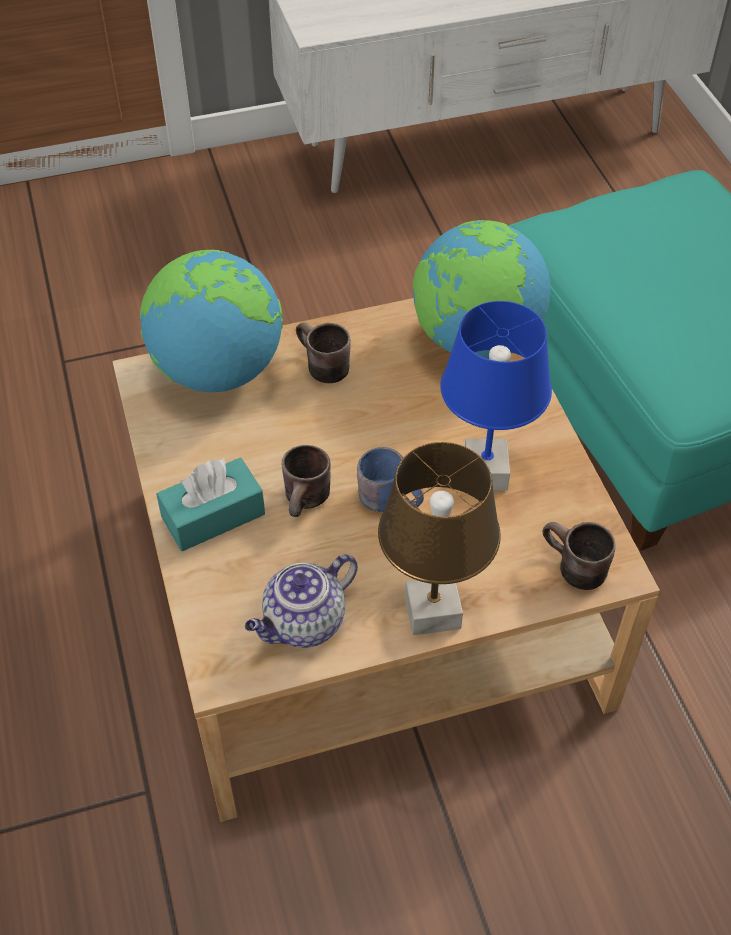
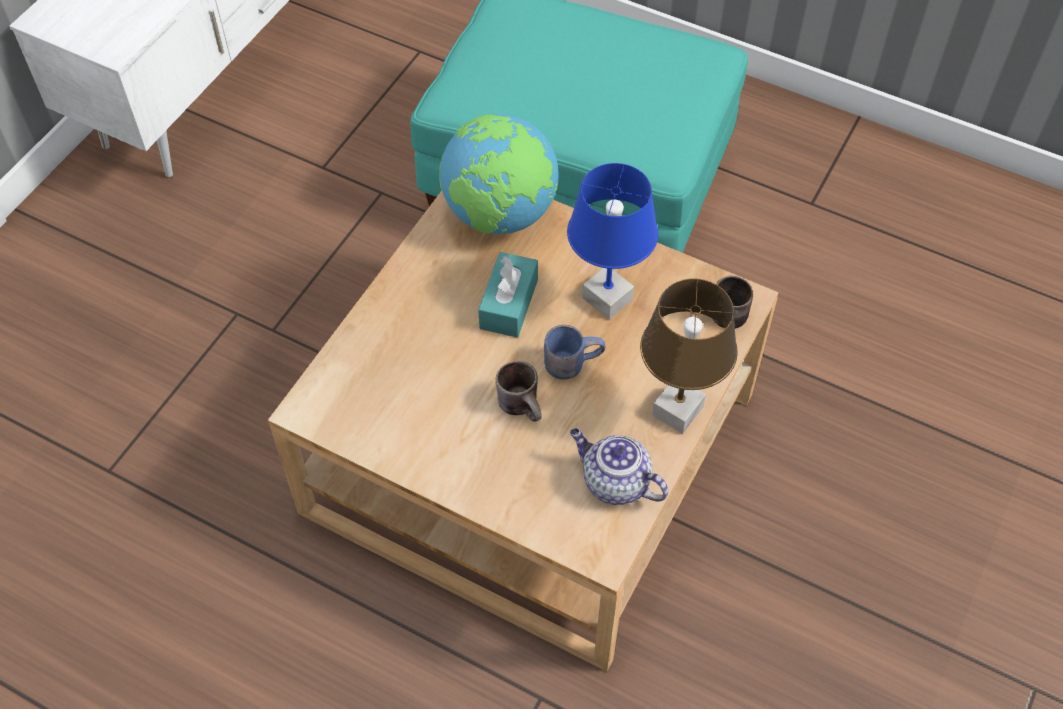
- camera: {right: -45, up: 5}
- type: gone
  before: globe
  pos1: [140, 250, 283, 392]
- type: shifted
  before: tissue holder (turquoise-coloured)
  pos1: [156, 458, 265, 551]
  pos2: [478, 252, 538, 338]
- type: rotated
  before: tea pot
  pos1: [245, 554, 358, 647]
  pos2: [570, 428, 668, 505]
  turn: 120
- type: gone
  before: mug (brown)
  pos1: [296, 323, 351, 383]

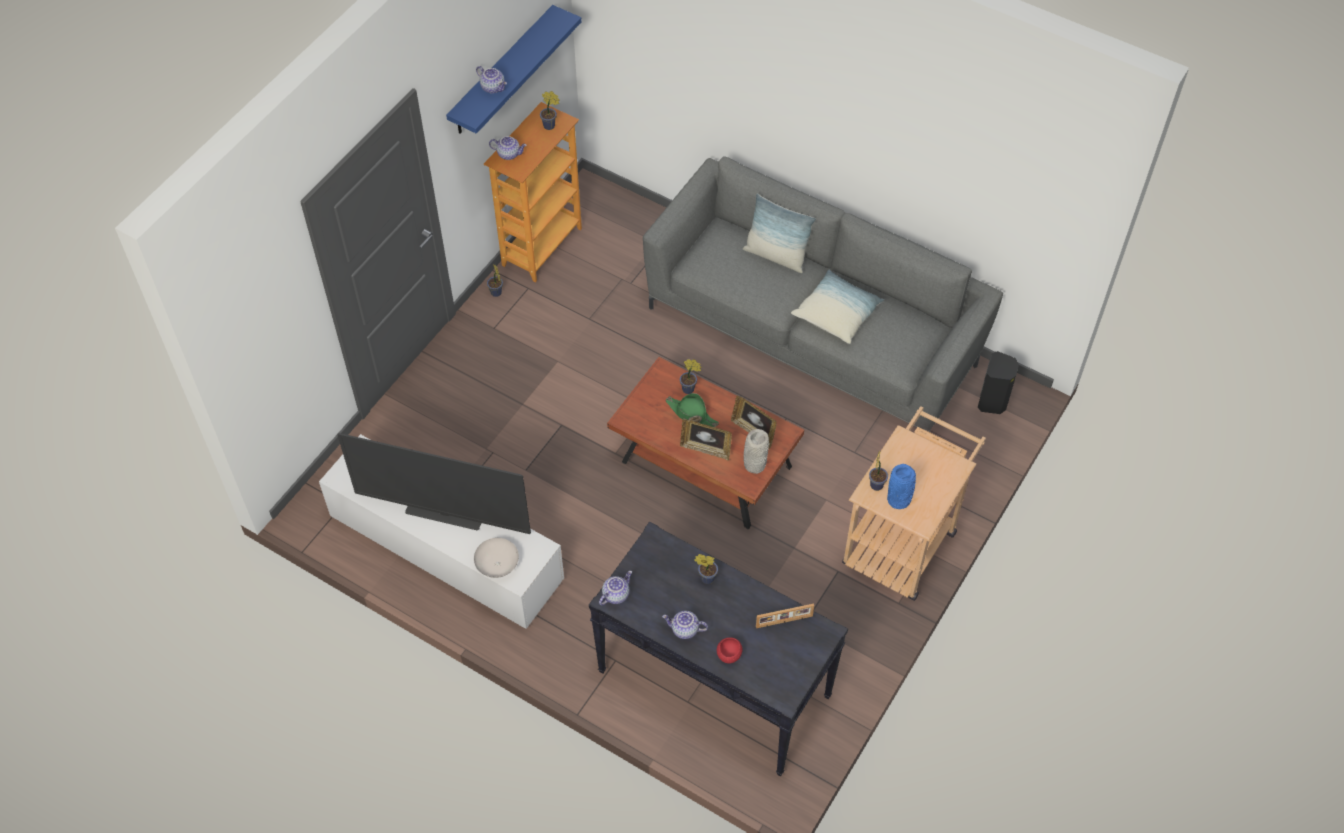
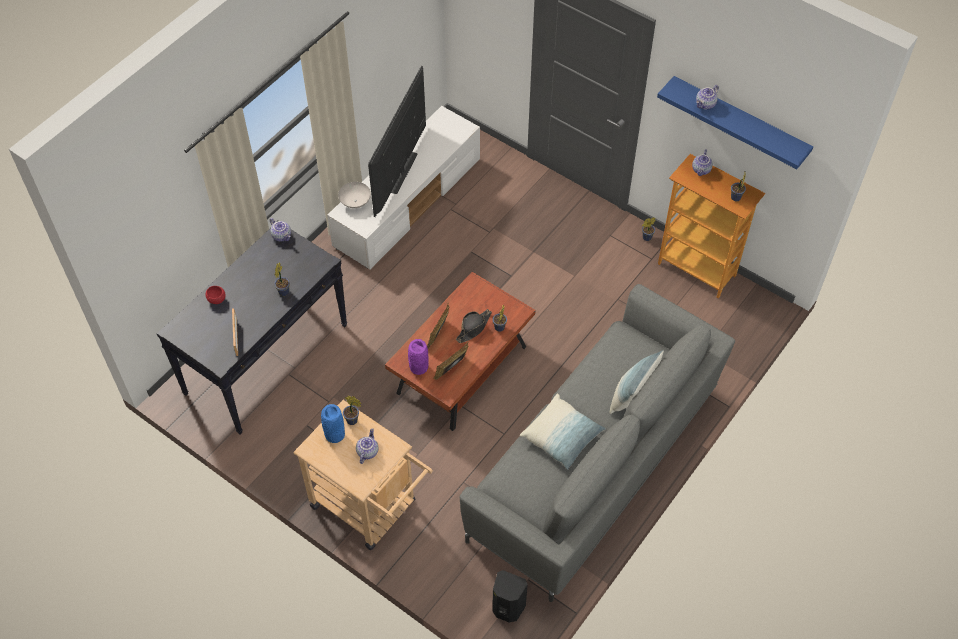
- camera: {right: 95, up: 0}
- type: shifted
  before: tea pot
  pos1: [662, 611, 708, 639]
  pos2: [356, 428, 378, 464]
- type: repainted
  before: clothing hat (green-coloured)
  after: clothing hat (blackish)
  pos1: [665, 393, 719, 427]
  pos2: [456, 309, 492, 343]
- type: repainted
  before: decorative vase (greyish)
  after: decorative vase (purplish)
  pos1: [743, 429, 769, 474]
  pos2: [408, 339, 429, 375]

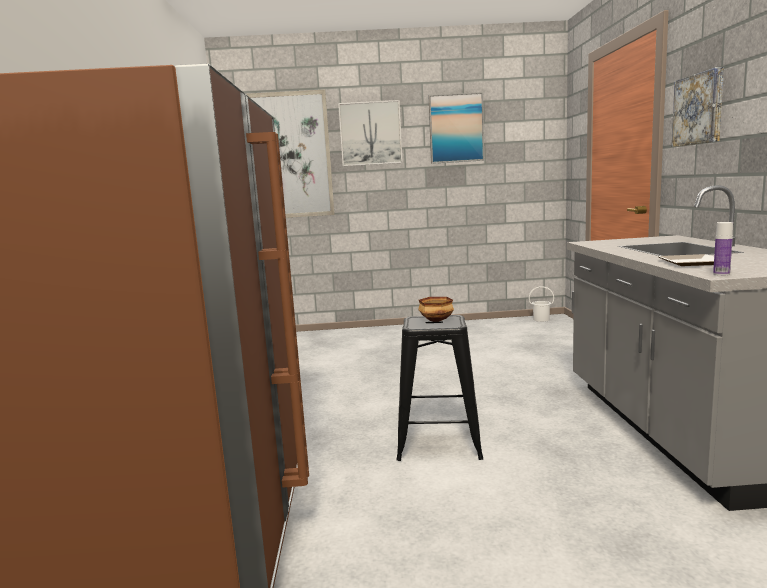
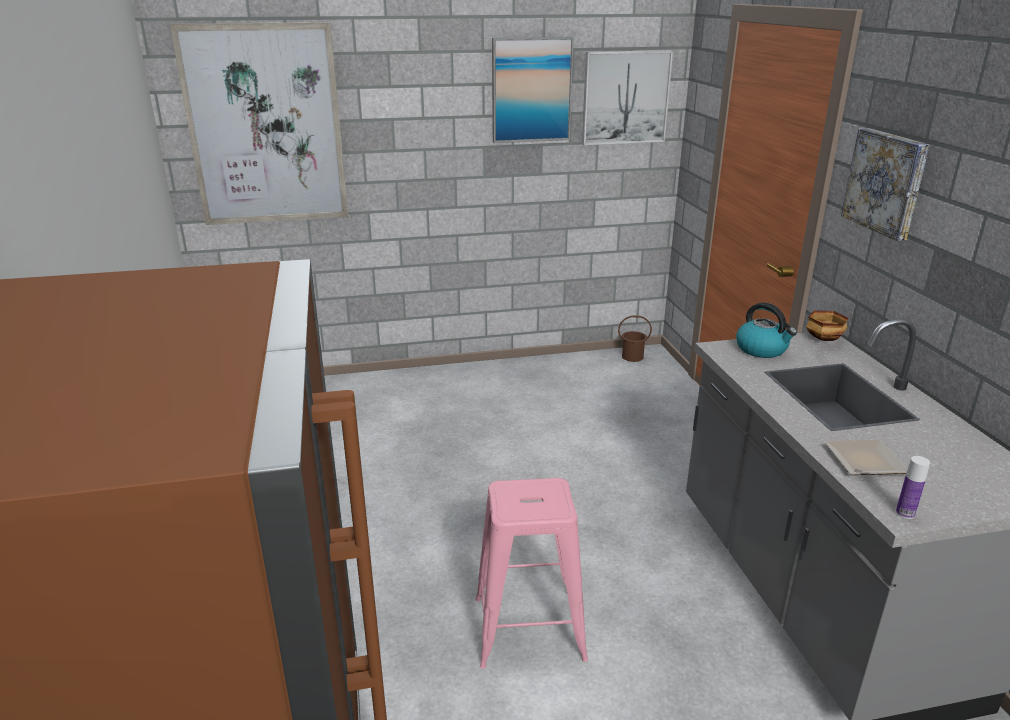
- camera: {right: -10, up: 15}
- type: shifted
  before: picture
  pos1: [338, 100, 403, 166]
  pos2: [582, 50, 673, 145]
- type: repainted
  before: stool seat (blackish)
  after: stool seat (pink-coloured)
  pos1: [396, 315, 483, 461]
  pos2: [475, 478, 588, 669]
- type: shifted
  before: deep dish
  pos1: [418, 297, 454, 322]
  pos2: [806, 310, 849, 341]
- type: repainted
  before: pail (white)
  after: pail (brown)
  pos1: [529, 286, 554, 322]
  pos2: [618, 315, 652, 362]
- type: new
  after: tea kettle
  pos2: [736, 303, 797, 358]

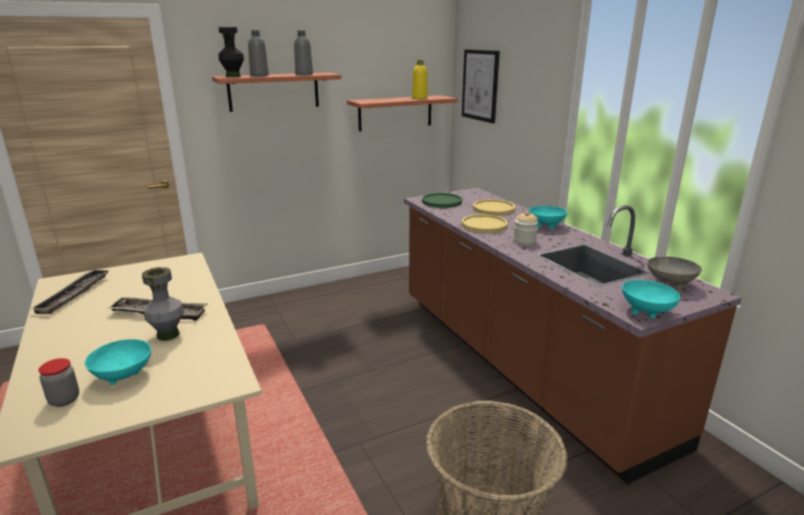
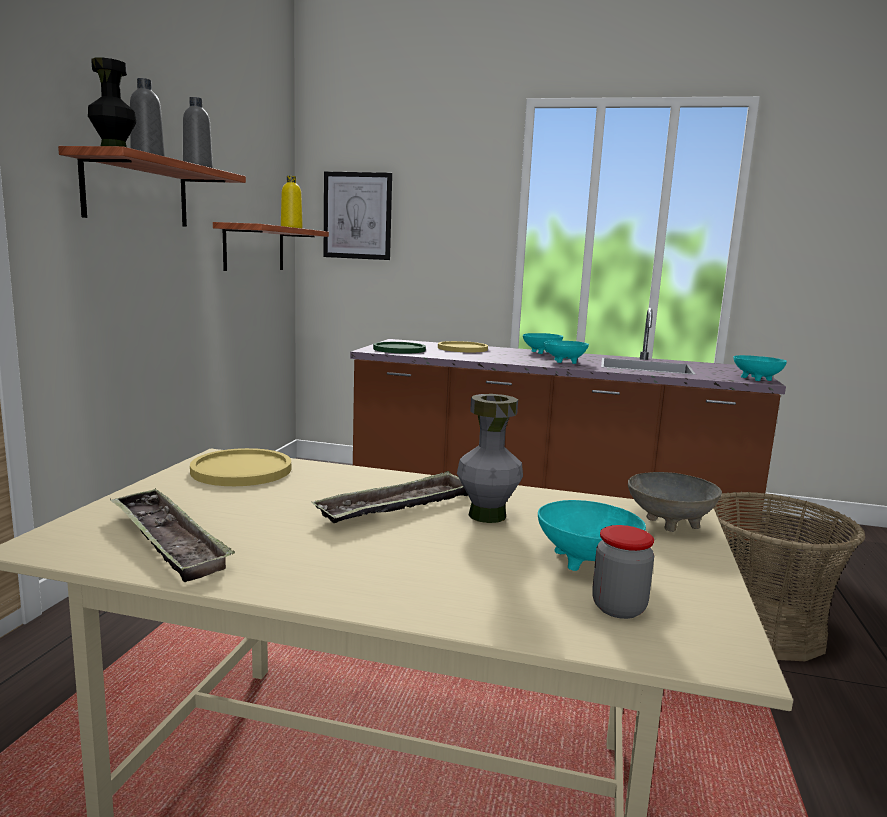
- camera: {right: -50, up: -10}
- type: shifted
  before: flat dish (yellow-coloured)
  pos1: [461, 214, 508, 233]
  pos2: [190, 448, 291, 486]
- type: swapped
  before: storage jar
  after: deep dish (turquoise-coloured)
  pos1: [513, 211, 539, 245]
  pos2: [544, 340, 589, 364]
- type: shifted
  before: deep dish (greyish)
  pos1: [647, 256, 702, 290]
  pos2: [628, 472, 722, 532]

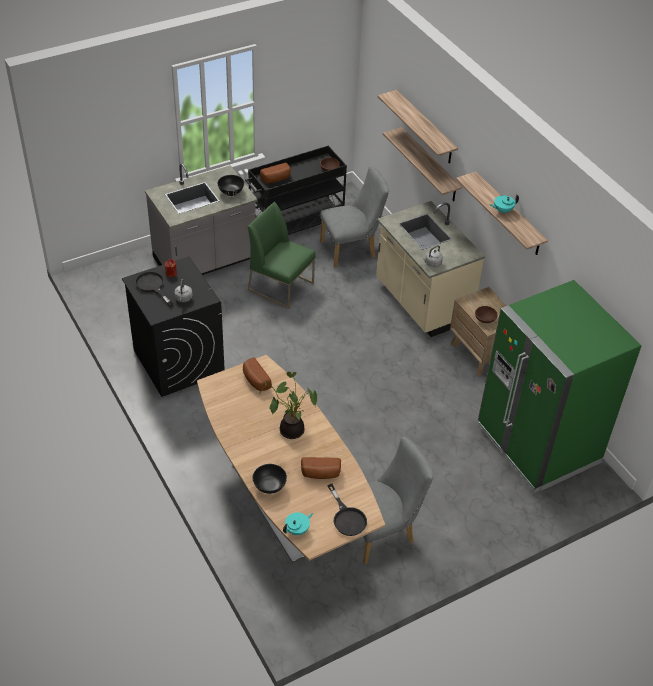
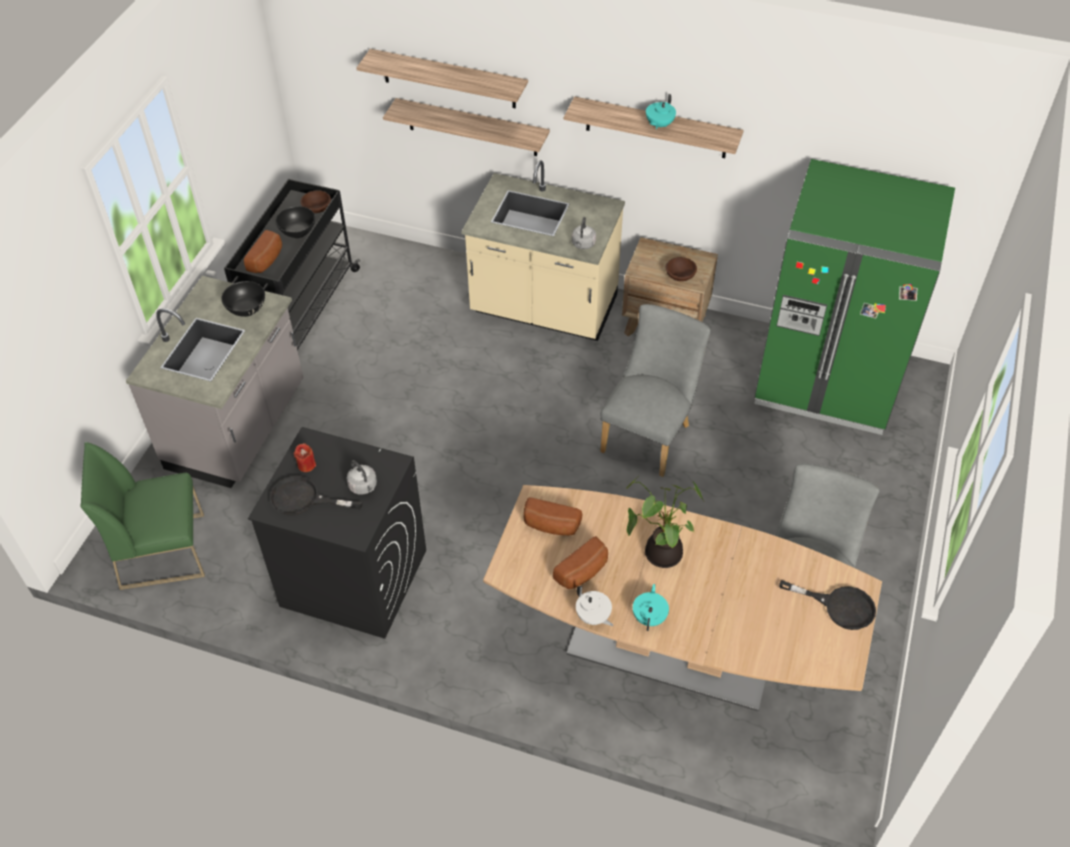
- camera: {right: -40, up: 5}
- type: shifted
  before: chair (green-coloured)
  pos1: [248, 202, 316, 309]
  pos2: [80, 442, 205, 590]
- type: shifted
  before: deep dish (blackish)
  pos1: [253, 464, 287, 494]
  pos2: [276, 206, 315, 238]
- type: shifted
  before: tea pot (turquoise-coloured)
  pos1: [283, 512, 313, 535]
  pos2: [633, 584, 669, 631]
- type: shifted
  before: bread
  pos1: [301, 457, 341, 479]
  pos2: [553, 536, 608, 589]
- type: shifted
  before: chair (greyish)
  pos1: [320, 166, 389, 268]
  pos2: [600, 304, 710, 477]
- type: new
  after: tea pot (white)
  pos2: [576, 586, 613, 626]

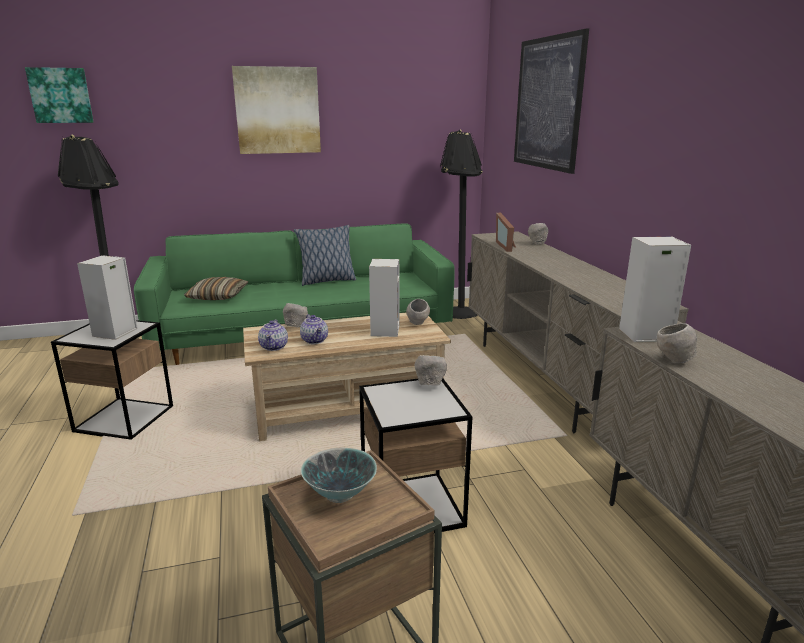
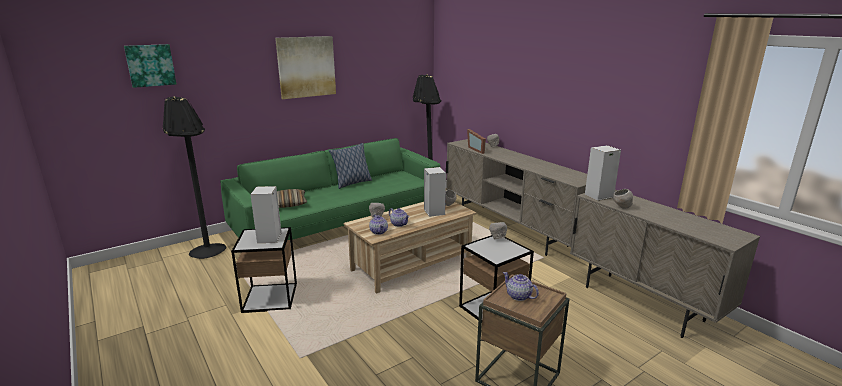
- camera: {right: -20, up: 0}
- type: swapped
  before: deep dish
  after: tea pot
  pos1: [301, 447, 377, 503]
  pos2: [503, 272, 539, 301]
- type: gone
  before: picture
  pos1: [514, 29, 589, 174]

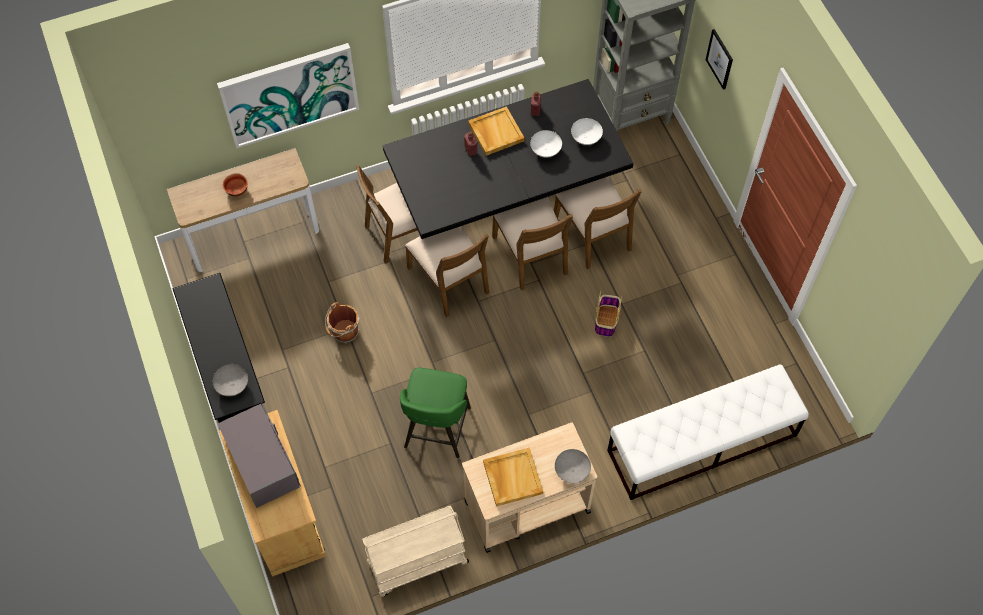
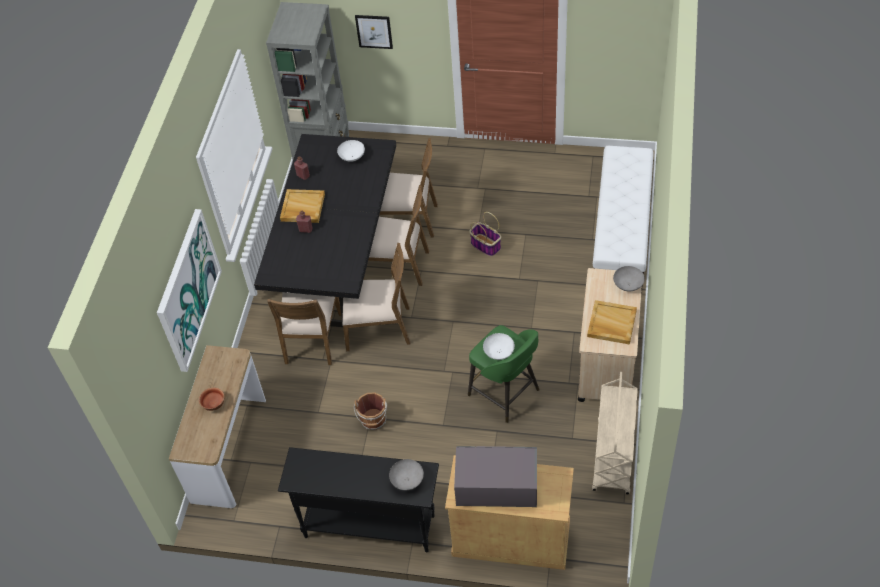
- camera: {right: -55, up: -10}
- type: shifted
  before: deep dish (white)
  pos1: [530, 130, 562, 157]
  pos2: [483, 333, 515, 360]

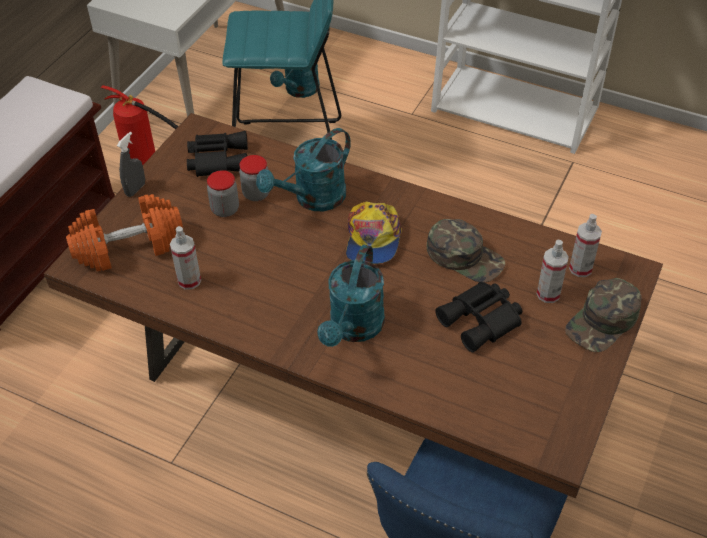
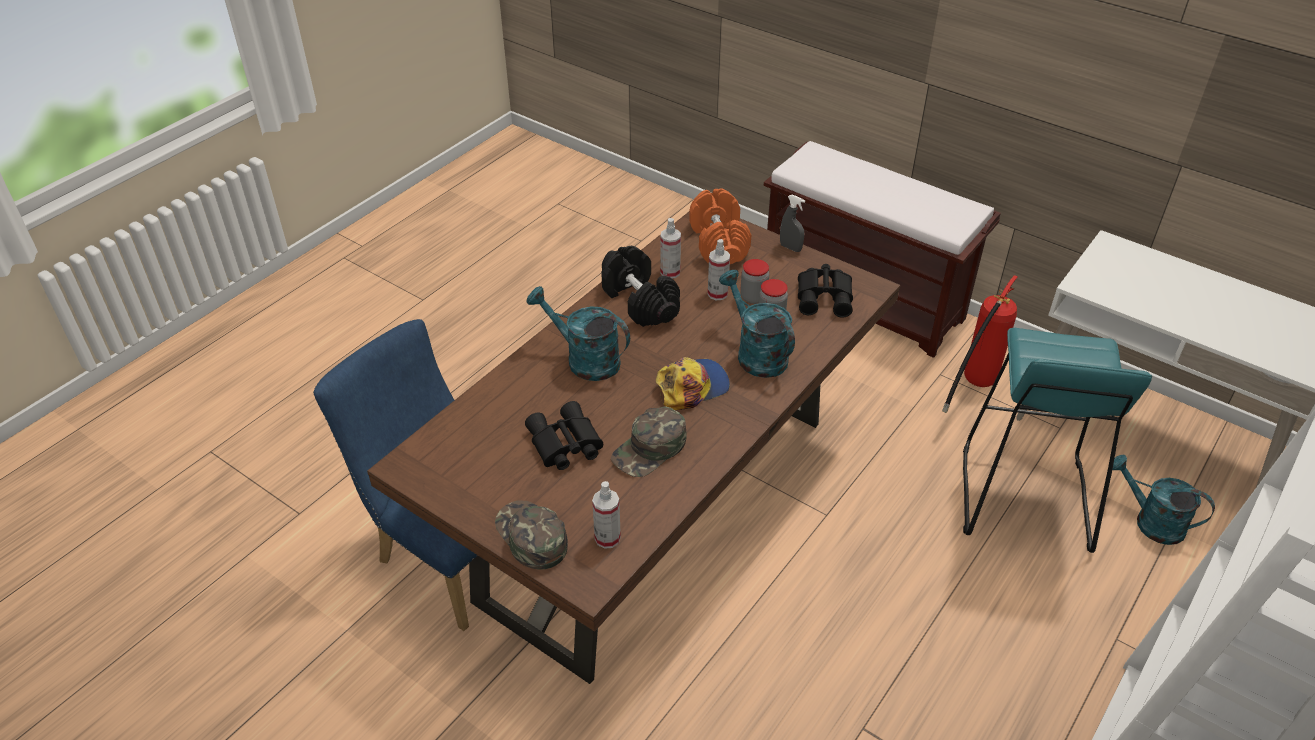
- camera: {right: 100, up: -5}
- type: rotated
  before: baseball cap
  pos1: [346, 201, 402, 264]
  pos2: [656, 357, 730, 410]
  turn: 135
- type: shifted
  before: spray bottle
  pos1: [537, 240, 569, 303]
  pos2: [708, 239, 730, 300]
- type: new
  after: dumbbell (blackish)
  pos2: [601, 246, 680, 327]

